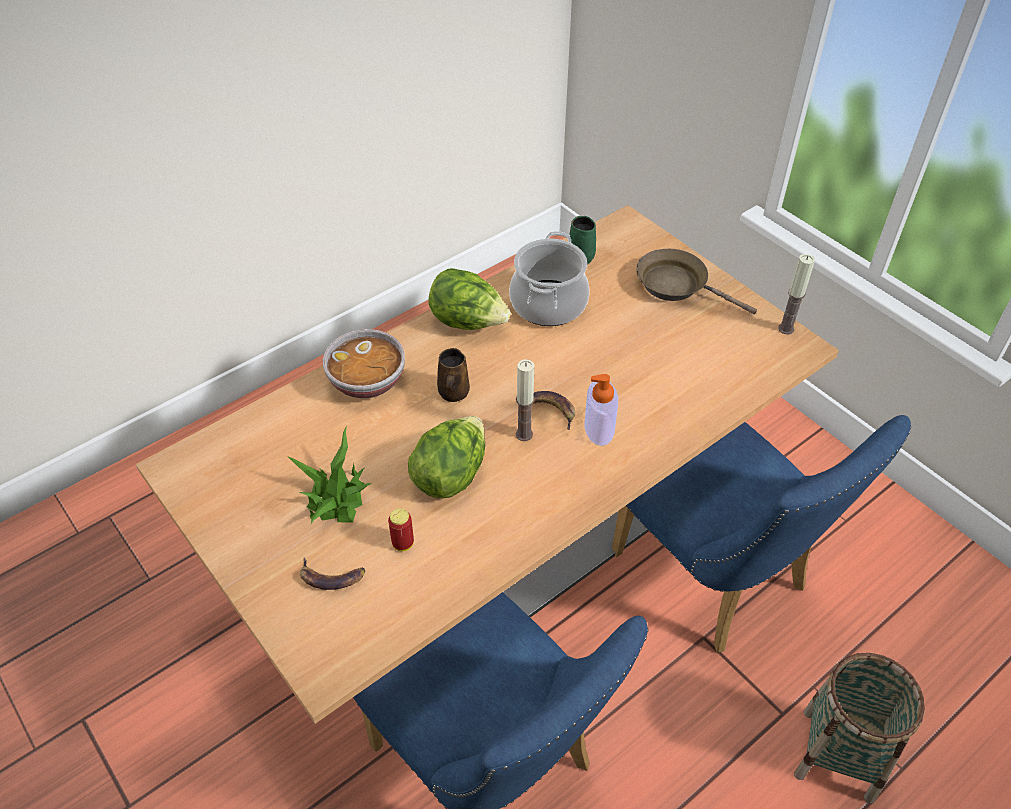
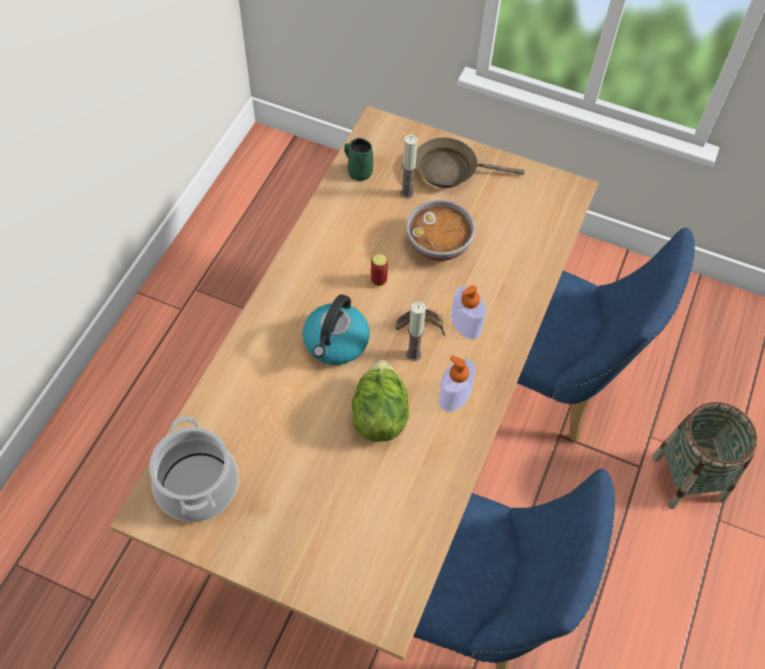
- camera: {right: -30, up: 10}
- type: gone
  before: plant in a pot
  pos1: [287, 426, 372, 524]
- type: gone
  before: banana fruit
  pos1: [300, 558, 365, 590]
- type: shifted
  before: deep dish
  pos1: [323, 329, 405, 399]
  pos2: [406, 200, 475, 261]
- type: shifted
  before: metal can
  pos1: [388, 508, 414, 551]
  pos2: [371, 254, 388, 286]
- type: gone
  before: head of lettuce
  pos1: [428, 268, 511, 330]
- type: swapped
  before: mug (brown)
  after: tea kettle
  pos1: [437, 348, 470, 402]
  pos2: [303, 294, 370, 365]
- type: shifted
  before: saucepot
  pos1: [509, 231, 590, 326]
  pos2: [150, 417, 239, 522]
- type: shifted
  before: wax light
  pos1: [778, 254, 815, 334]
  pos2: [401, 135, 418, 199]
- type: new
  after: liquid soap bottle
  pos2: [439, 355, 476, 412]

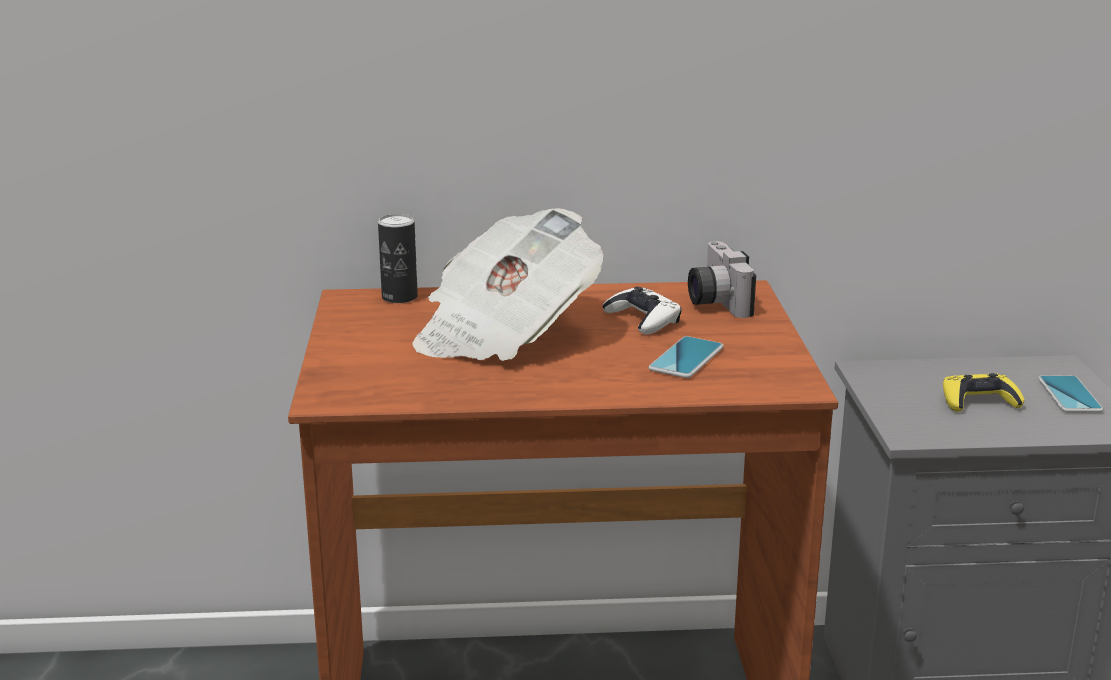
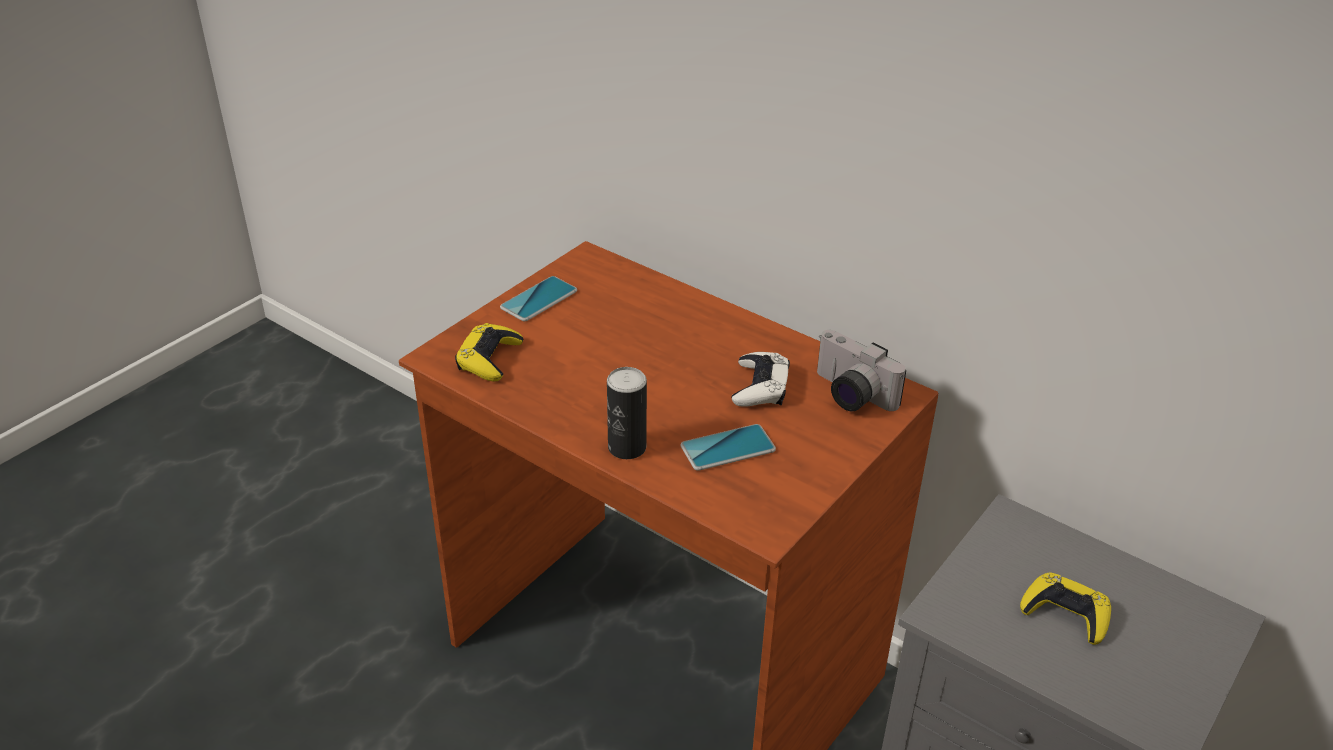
- camera: {right: 40, up: 15}
- type: shifted
  before: metal can
  pos1: [378, 214, 418, 303]
  pos2: [607, 367, 647, 459]
- type: gone
  before: daily paper
  pos1: [412, 208, 603, 361]
- type: rotated
  before: still camera
  pos1: [688, 241, 756, 318]
  pos2: [817, 330, 906, 411]
  turn: -75
- type: shifted
  before: telephone
  pos1: [1038, 376, 1104, 412]
  pos2: [500, 276, 577, 321]
- type: new
  after: game controller (yellow-coloured)
  pos2: [455, 323, 523, 382]

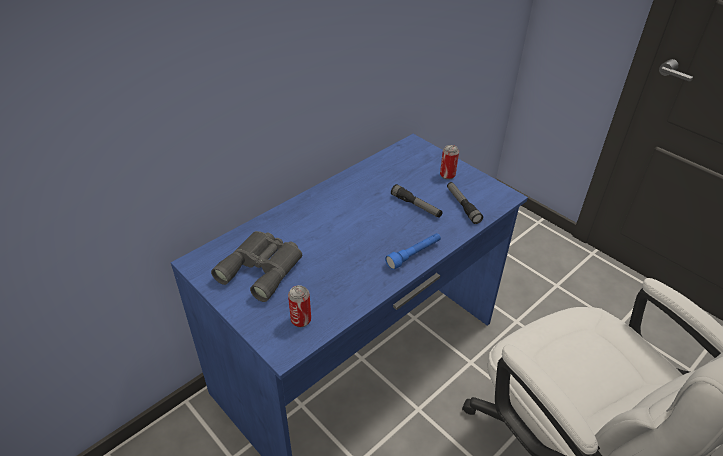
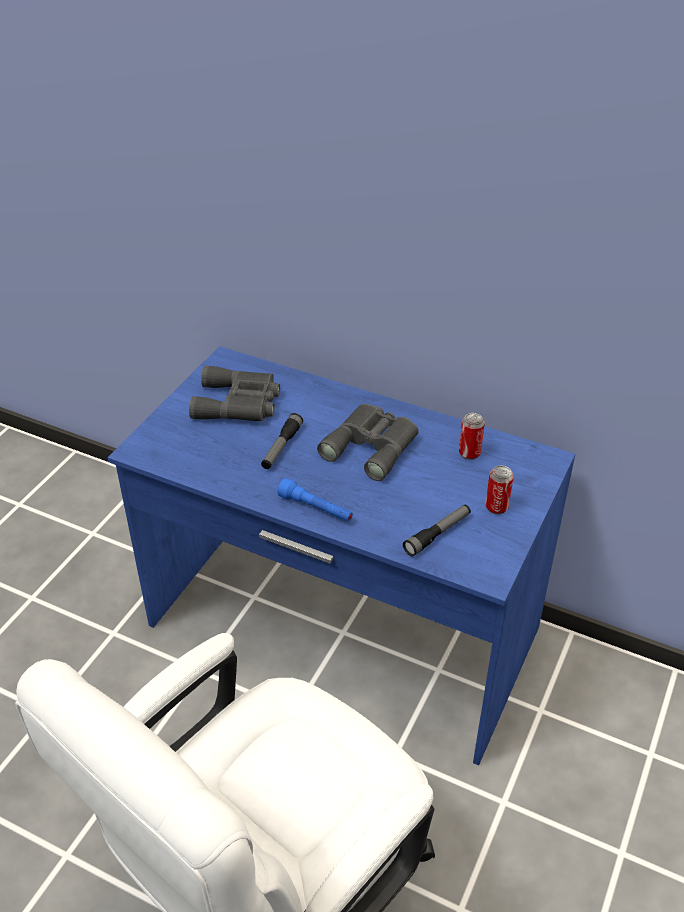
- camera: {right: 70, up: 0}
- type: shifted
  before: metal can
  pos1: [288, 285, 311, 327]
  pos2: [459, 413, 485, 460]
- type: shifted
  before: flashlight
  pos1: [391, 184, 443, 218]
  pos2: [261, 413, 303, 469]
- type: new
  after: field glasses (greyish)
  pos2: [317, 404, 419, 481]

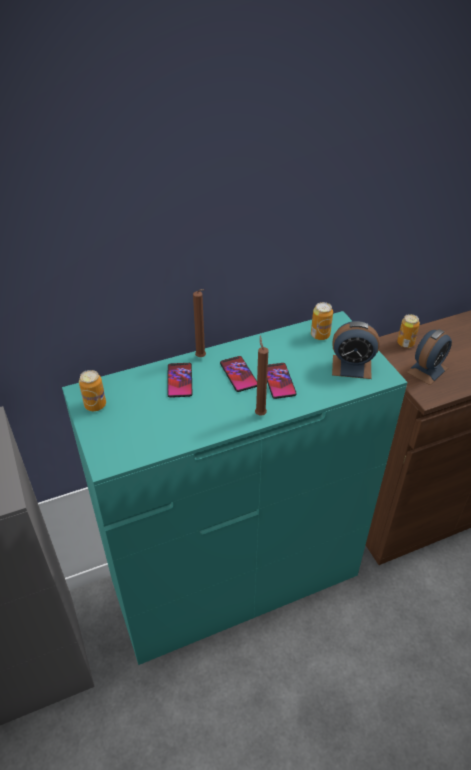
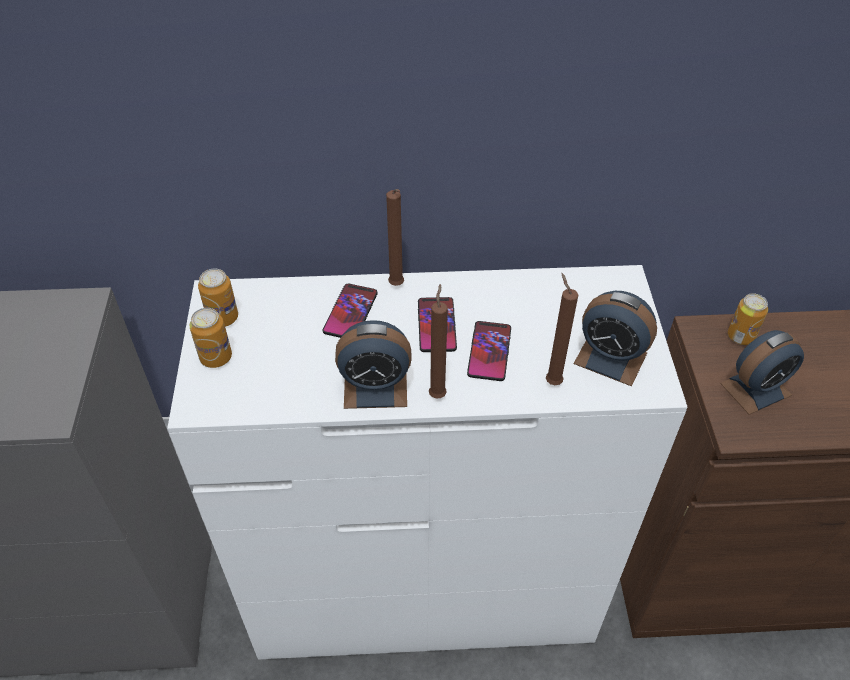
- camera: {right: 20, up: 5}
- type: repainted
  before: chest of drawers (turquoise-coloured)
  after: chest of drawers (white)
  pos1: [62, 311, 407, 665]
  pos2: [167, 265, 688, 660]
- type: shifted
  before: metal can
  pos1: [311, 302, 333, 340]
  pos2: [189, 308, 232, 368]
- type: new
  after: bedside clock
  pos2: [335, 320, 412, 409]
- type: new
  after: wax light (brown)
  pos2: [546, 273, 578, 385]

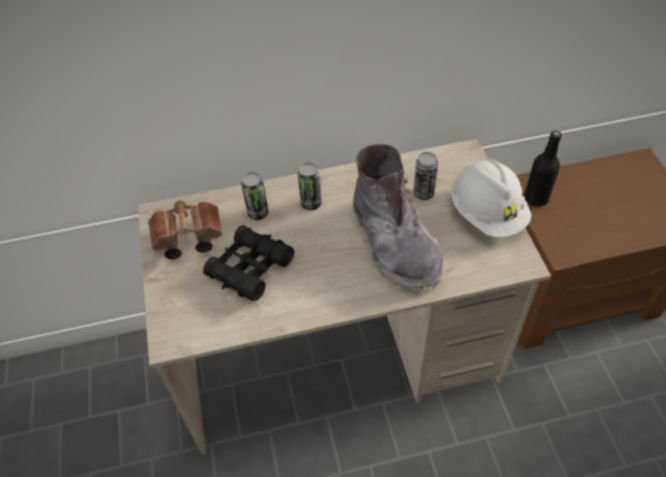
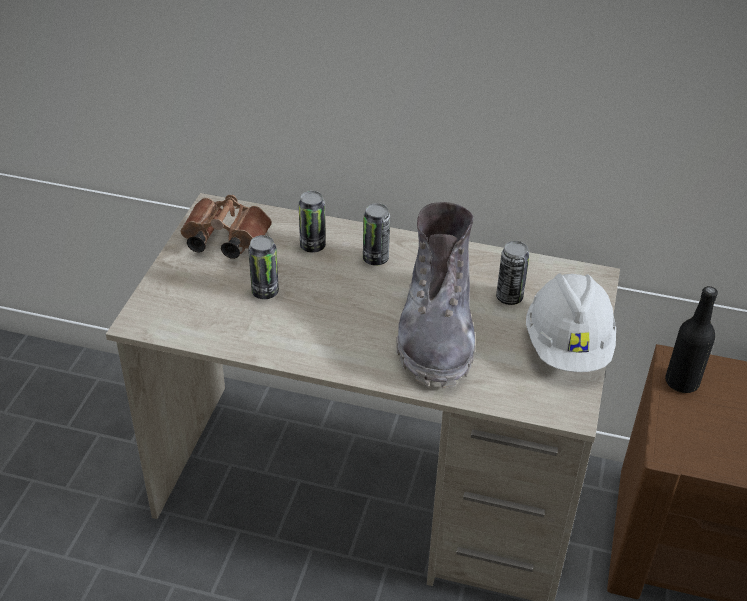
- camera: {right: 25, up: -10}
- type: swapped
  before: field glasses (blackish)
  after: metal can
  pos1: [203, 225, 294, 301]
  pos2: [248, 235, 279, 299]

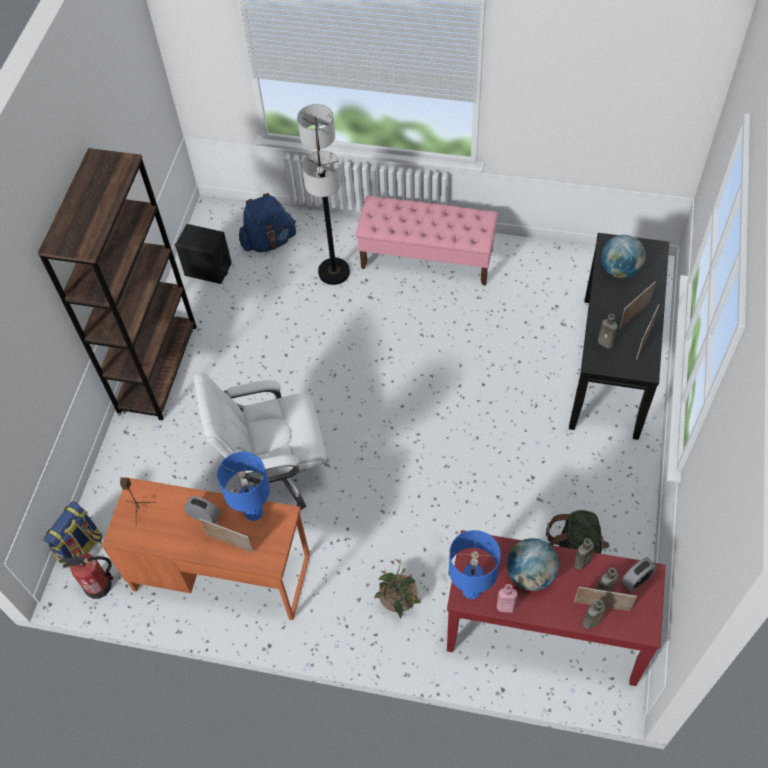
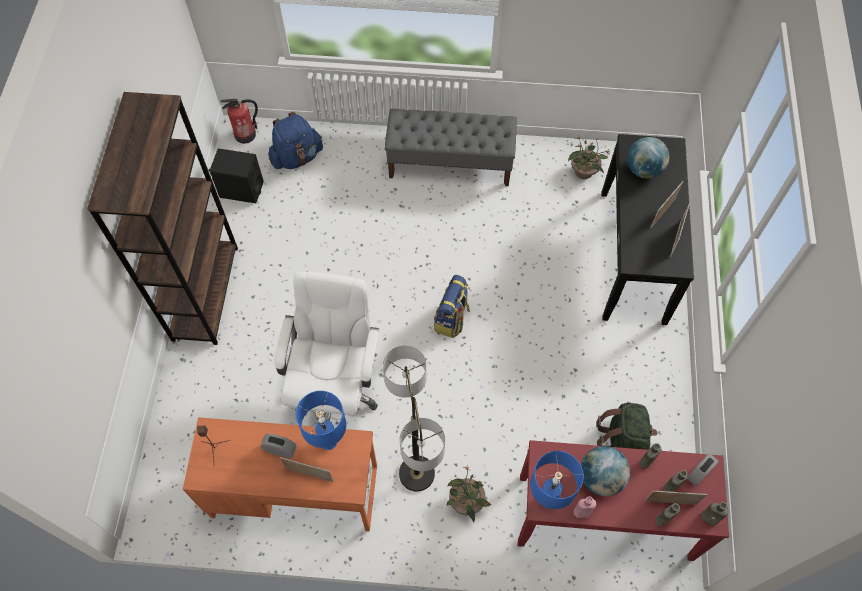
- camera: {right: -10, up: 5}
- type: shifted
  before: backpack
  pos1: [43, 501, 102, 568]
  pos2: [434, 275, 470, 338]
- type: shifted
  before: fire-fighting cylinder
  pos1: [59, 554, 113, 599]
  pos2: [220, 99, 258, 144]
- type: rotated
  before: office chair (white)
  pos1: [194, 373, 328, 510]
  pos2: [274, 271, 379, 421]
  turn: 120
- type: shifted
  before: standing lamp
  pos1: [297, 104, 350, 285]
  pos2: [383, 345, 445, 491]
- type: repainted
  before: long seat (pink-coloured)
  after: long seat (greyish)
  pos1: [356, 196, 498, 286]
  pos2: [385, 109, 517, 186]
- type: shifted
  before: beverage bottle (brown)
  pos1: [598, 314, 618, 349]
  pos2: [701, 502, 728, 526]
- type: new
  after: plant in a pot
  pos2: [568, 136, 611, 179]

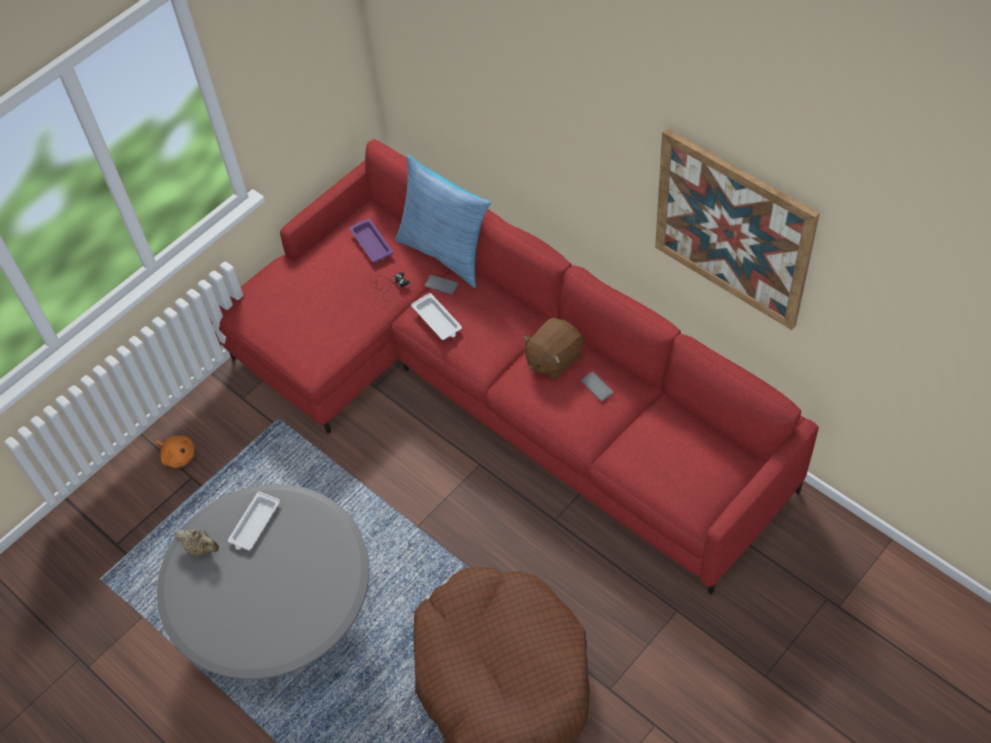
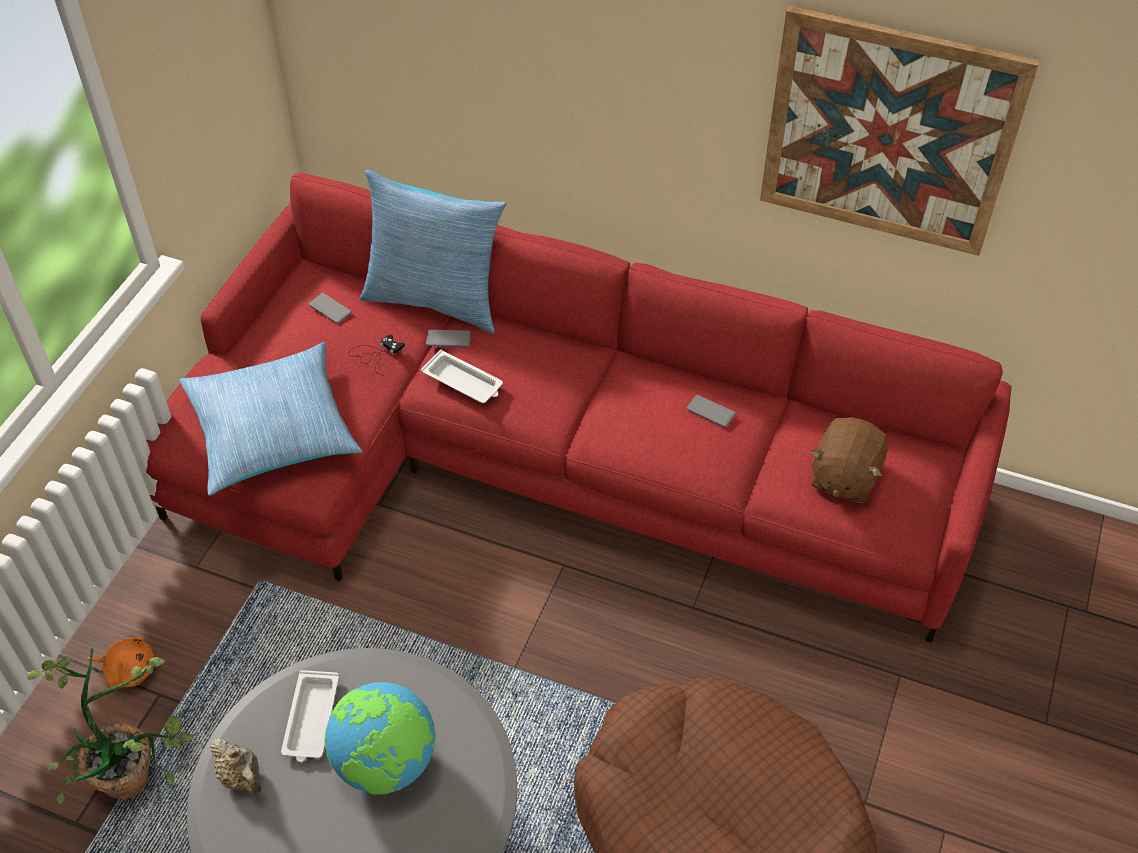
- camera: {right: -25, up: -5}
- type: rotated
  before: tea pot (beige)
  pos1: [174, 529, 219, 556]
  pos2: [210, 737, 261, 796]
  turn: 45
- type: swapped
  before: serving tray (purplish)
  after: telephone
  pos1: [349, 219, 393, 263]
  pos2: [309, 293, 351, 323]
- type: shifted
  before: soft toy (brown)
  pos1: [523, 318, 584, 379]
  pos2: [810, 417, 887, 503]
- type: new
  after: plant in a pot
  pos2: [27, 648, 194, 804]
- type: new
  after: cushion
  pos2: [179, 342, 362, 496]
- type: new
  after: globe
  pos2: [324, 682, 436, 795]

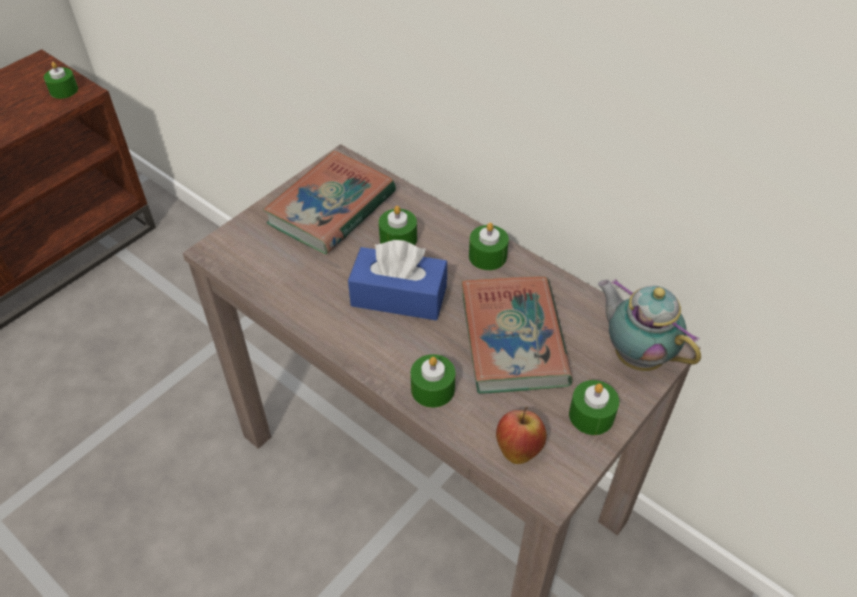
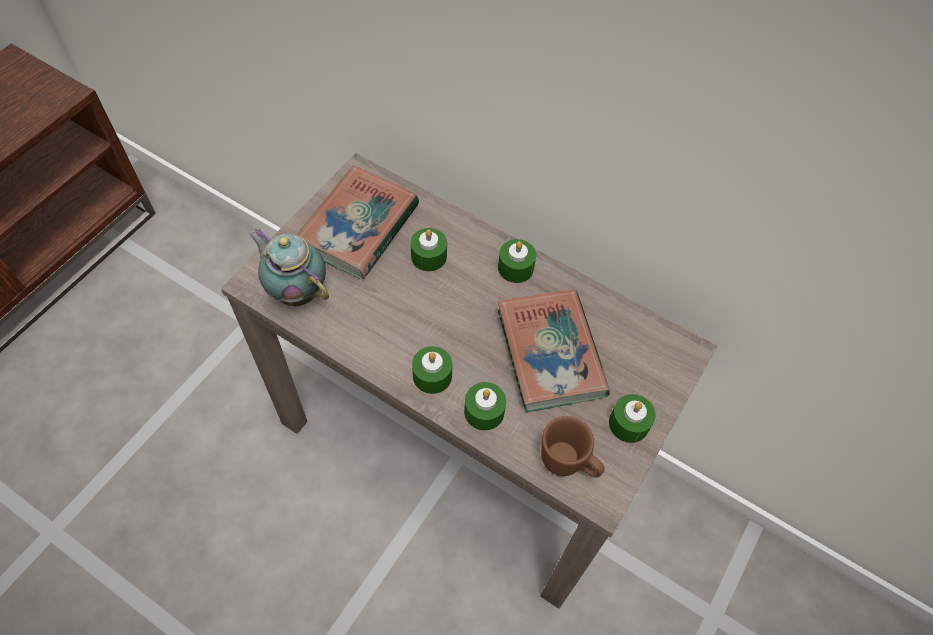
- camera: {right: -10, up: 10}
- type: shifted
  before: wax light (green-coloured)
  pos1: [44, 62, 78, 99]
  pos2: [412, 346, 452, 394]
- type: gone
  before: tissue holder (bluish)
  pos1: [348, 240, 447, 320]
- type: swapped
  before: apple fruit
  after: mug (brown)
  pos1: [496, 407, 547, 464]
  pos2: [541, 416, 605, 477]
- type: shifted
  before: tea pot
  pos1: [598, 279, 701, 371]
  pos2: [249, 228, 329, 306]

